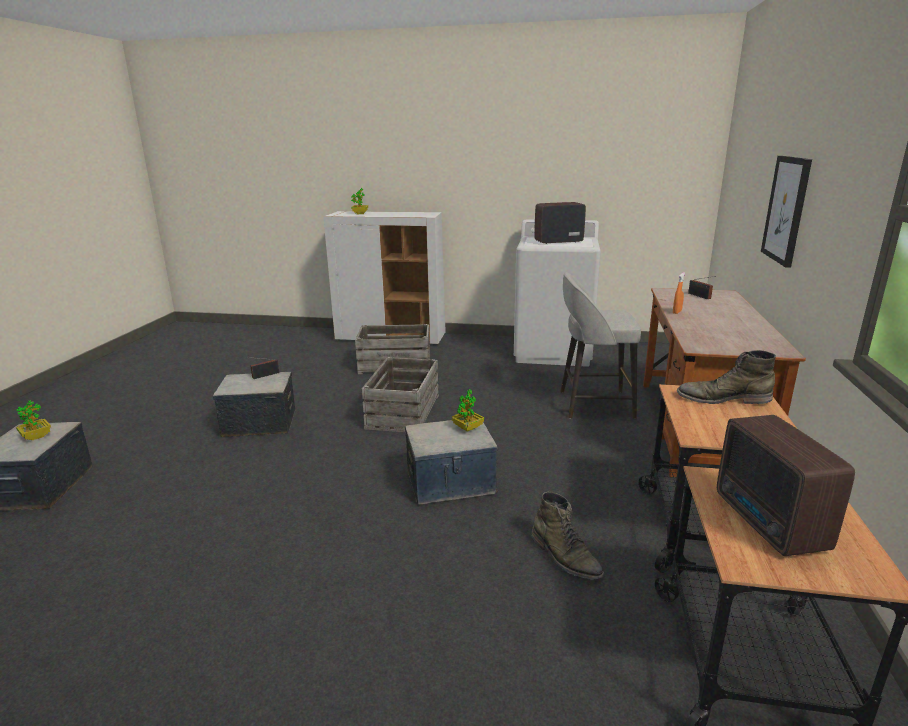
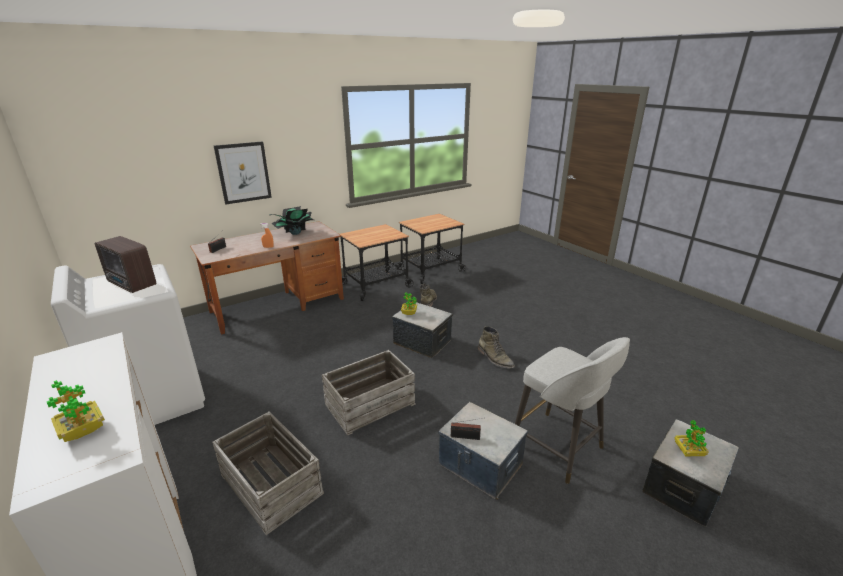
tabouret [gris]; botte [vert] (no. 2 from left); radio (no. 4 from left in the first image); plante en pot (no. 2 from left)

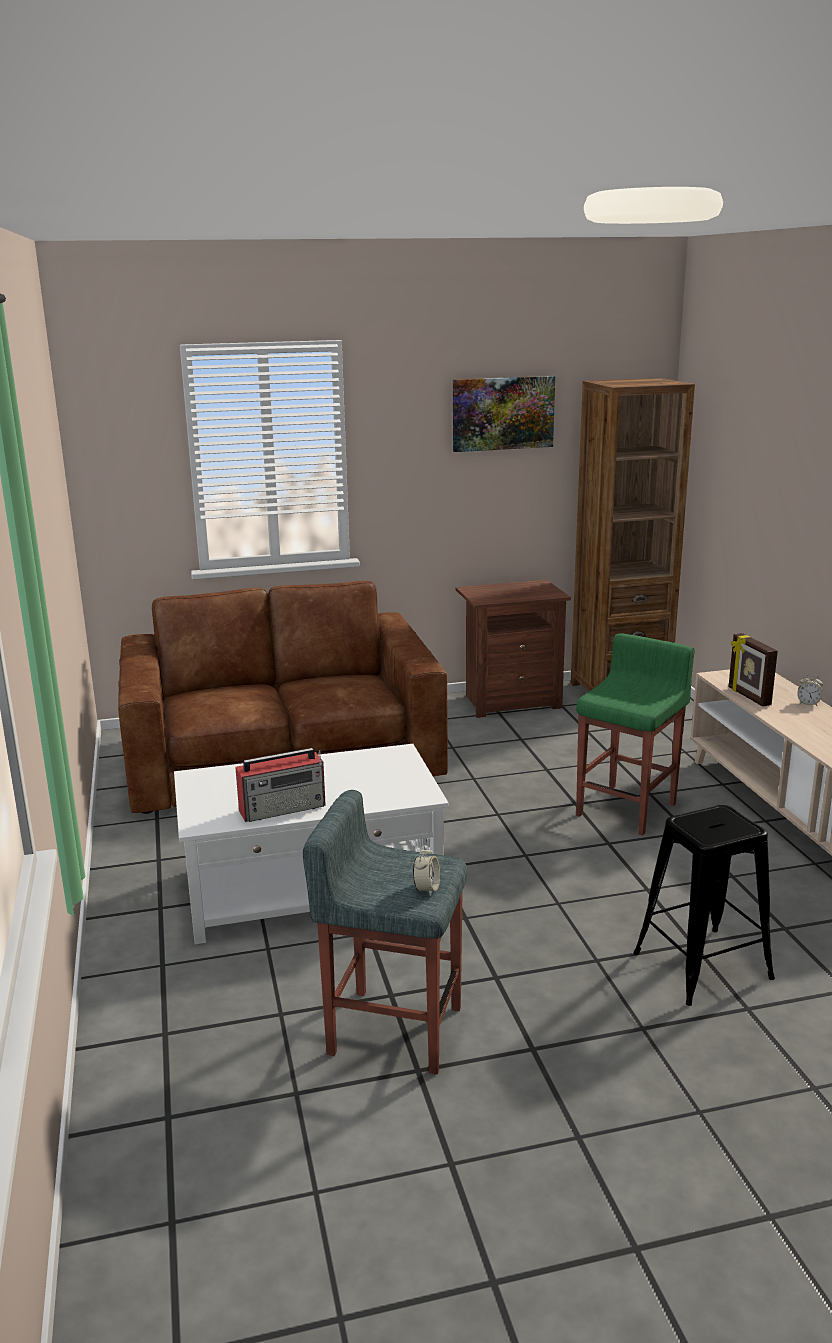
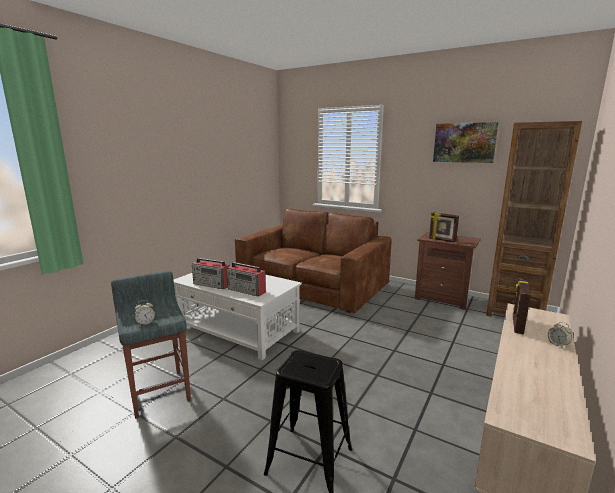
tabouret [vert]; radio (no. 2 from left); cadre photo (no. 1 from left)

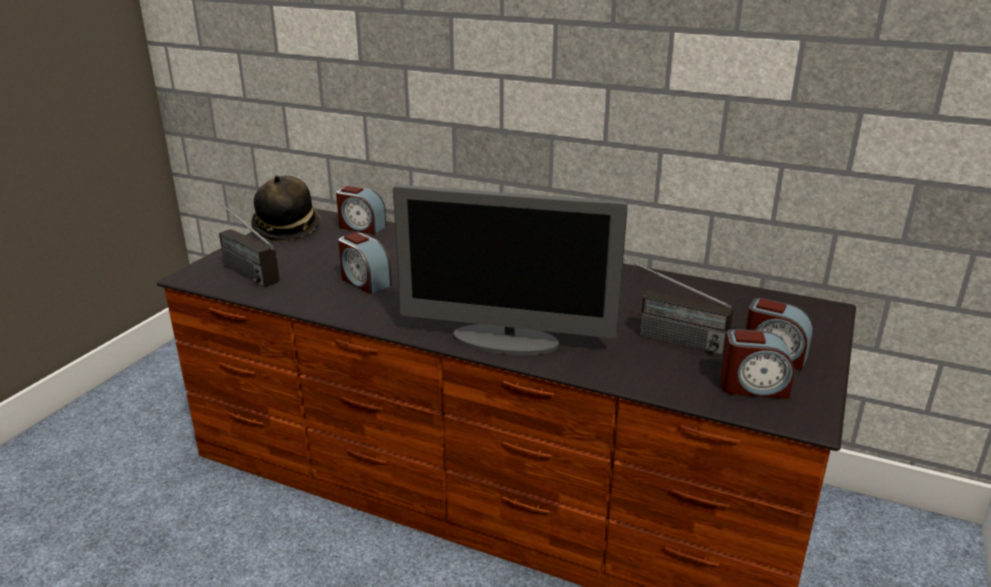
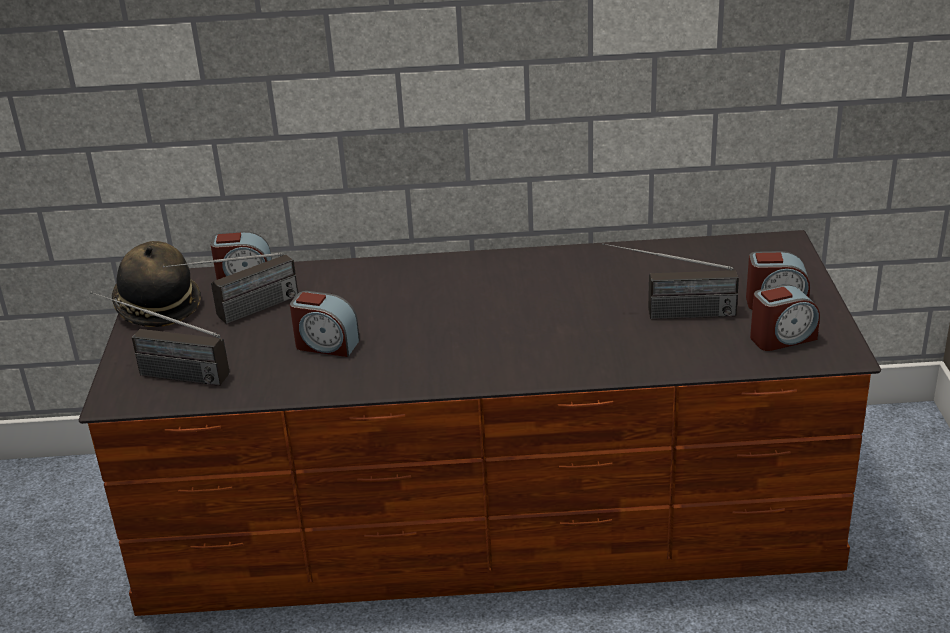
écran d'ordinateur; radio (no. 2 from left)

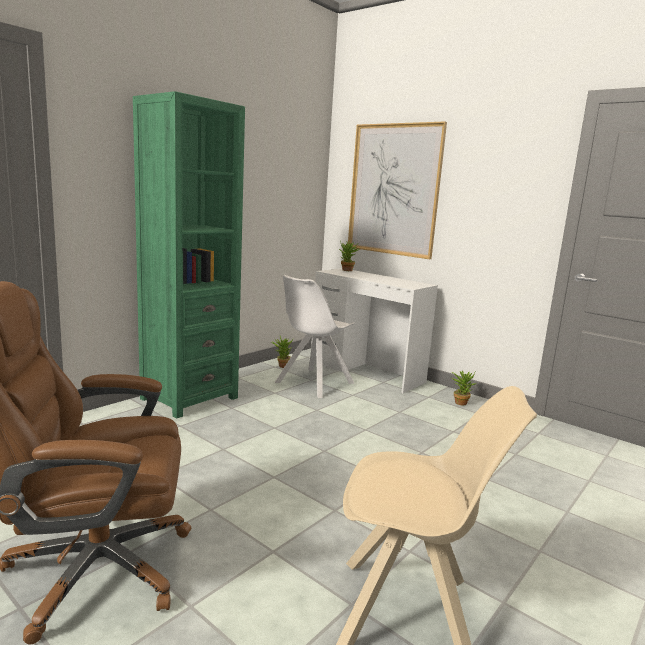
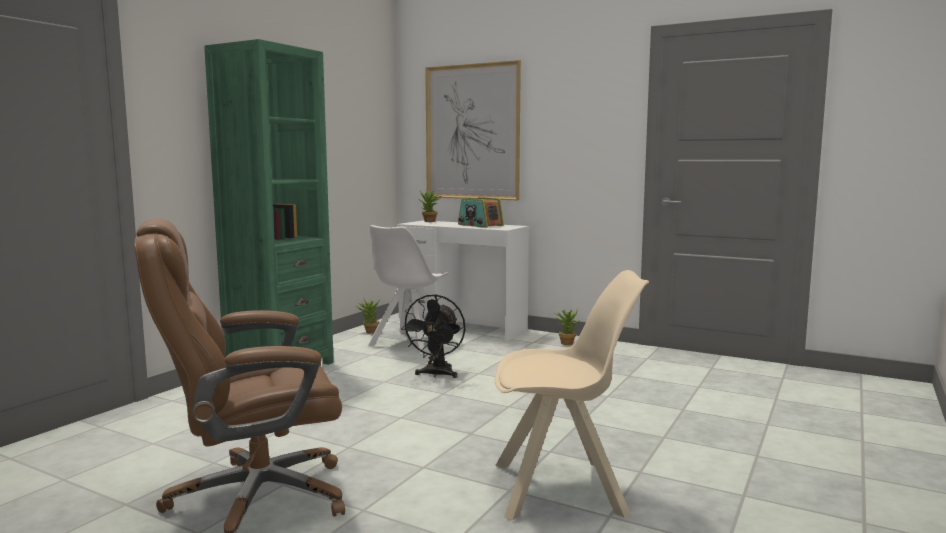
ventilateur [noir]; radio

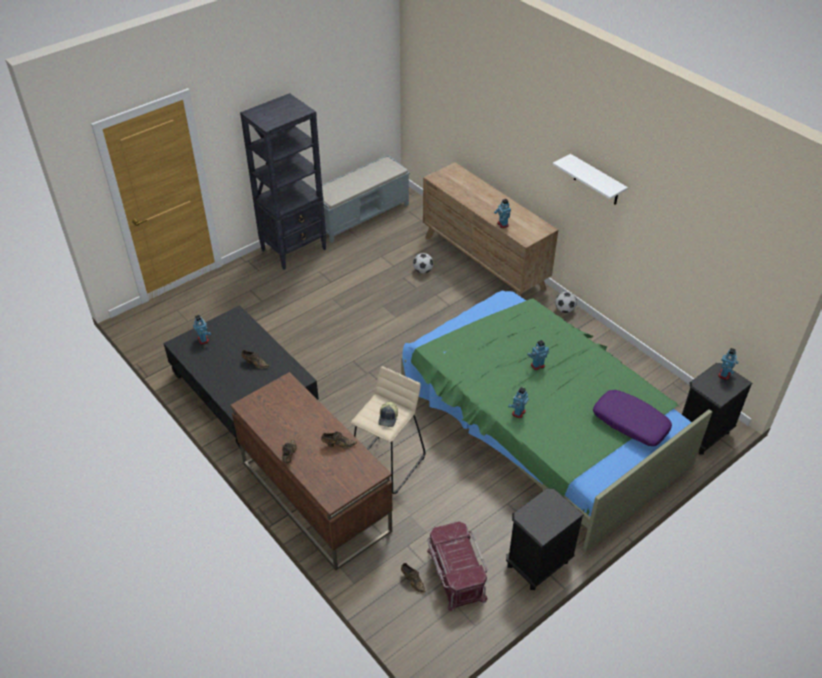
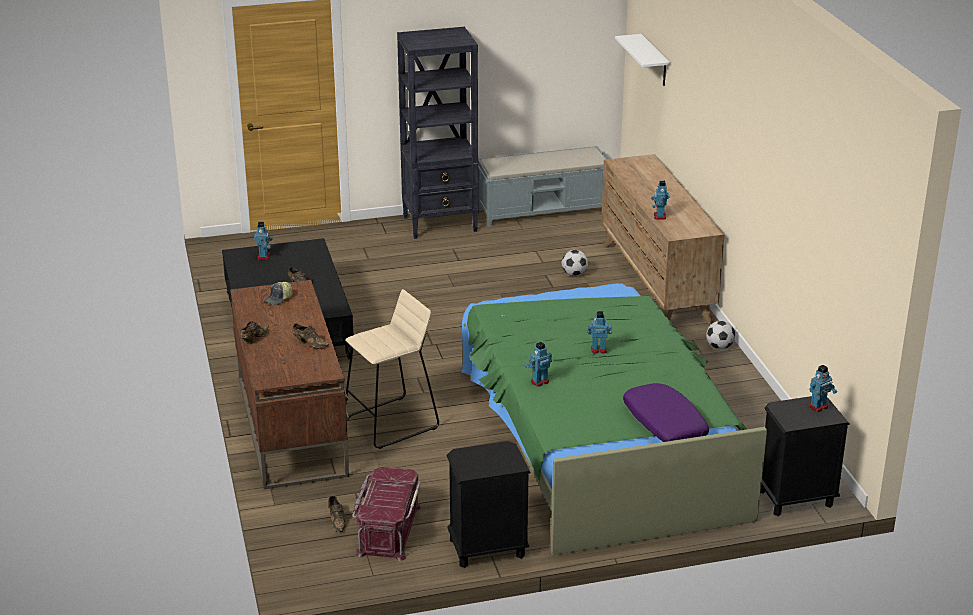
casquette; étagère [blanc]

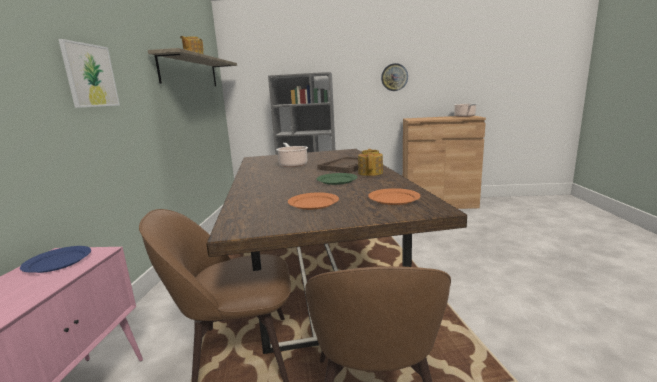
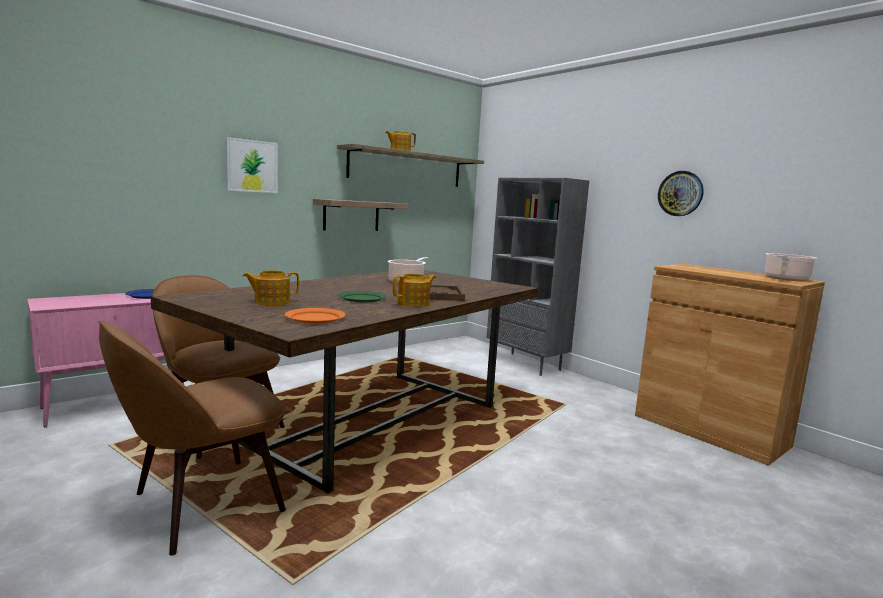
théière (no. 1 from left); étagère (no. 1 from left)

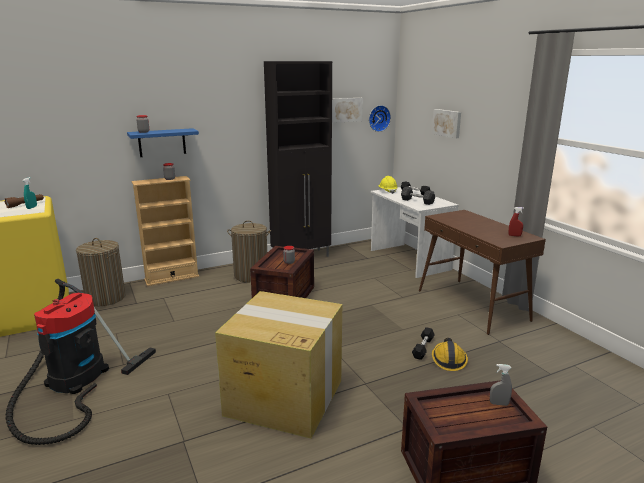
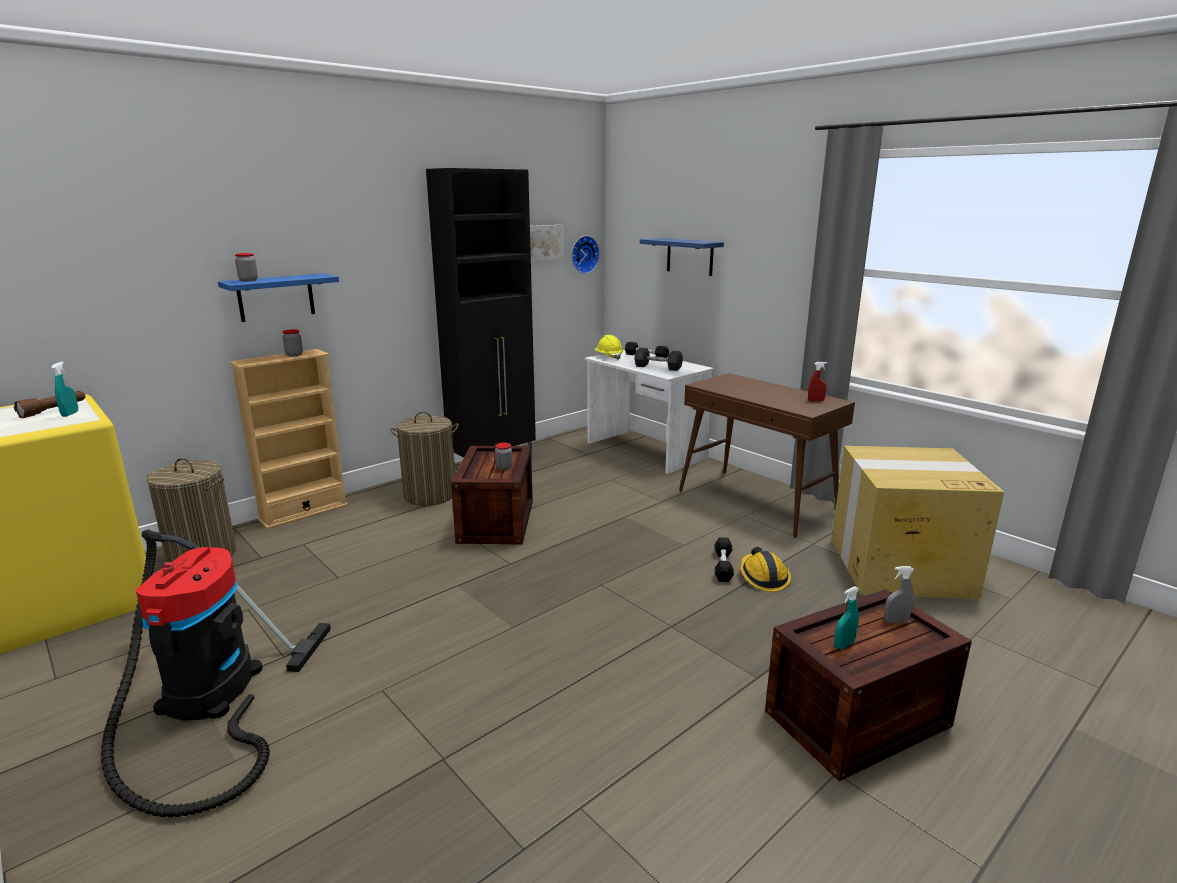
carton; étagère [bleu] (no. 2 from left); vaporisateur [turquoise] (no. 2 from left)

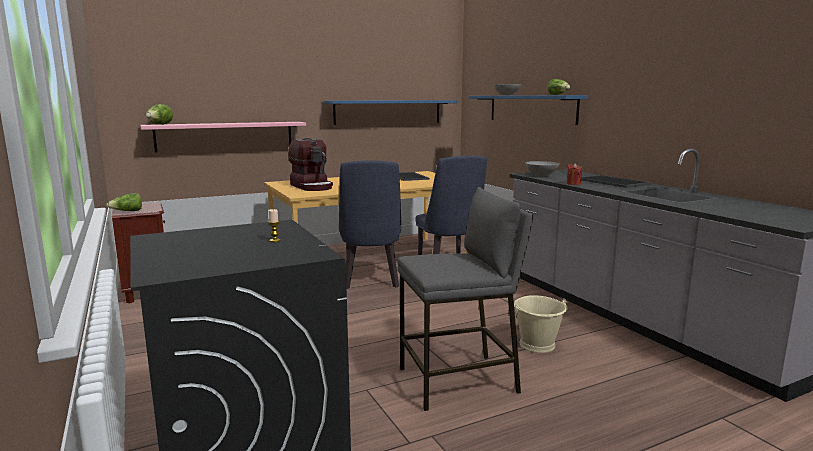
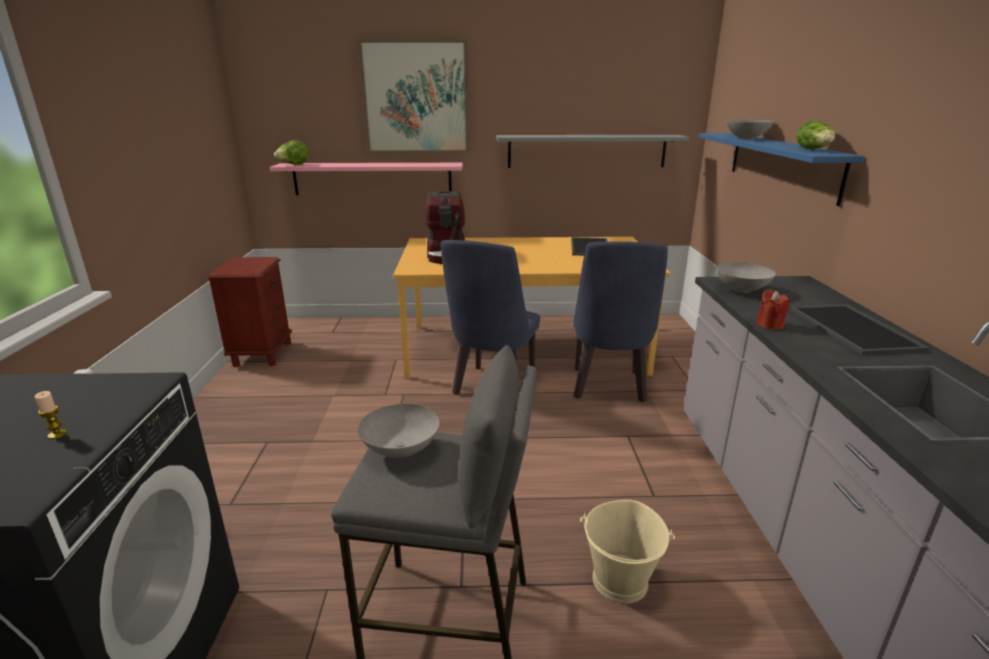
laitue (no. 1 from left in the first image); étagère [gris]; tableau; bol [gris] (no. 1 from left)

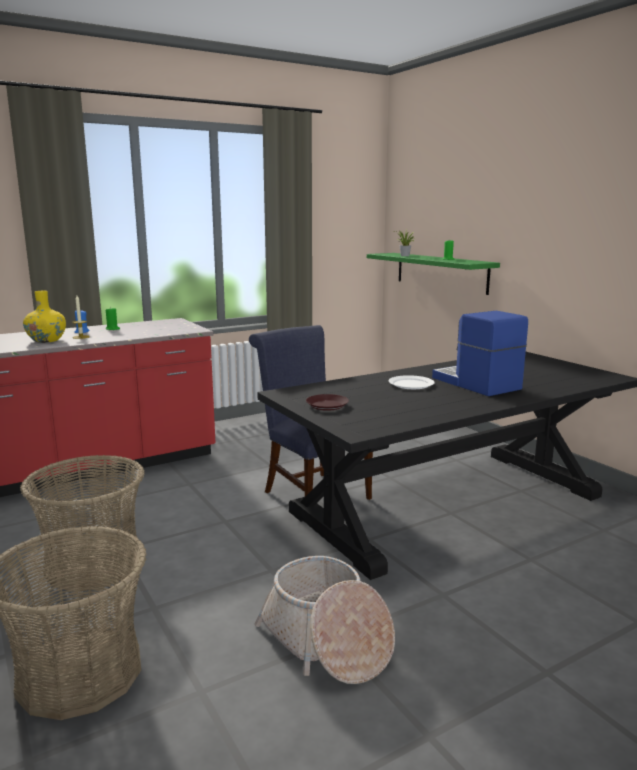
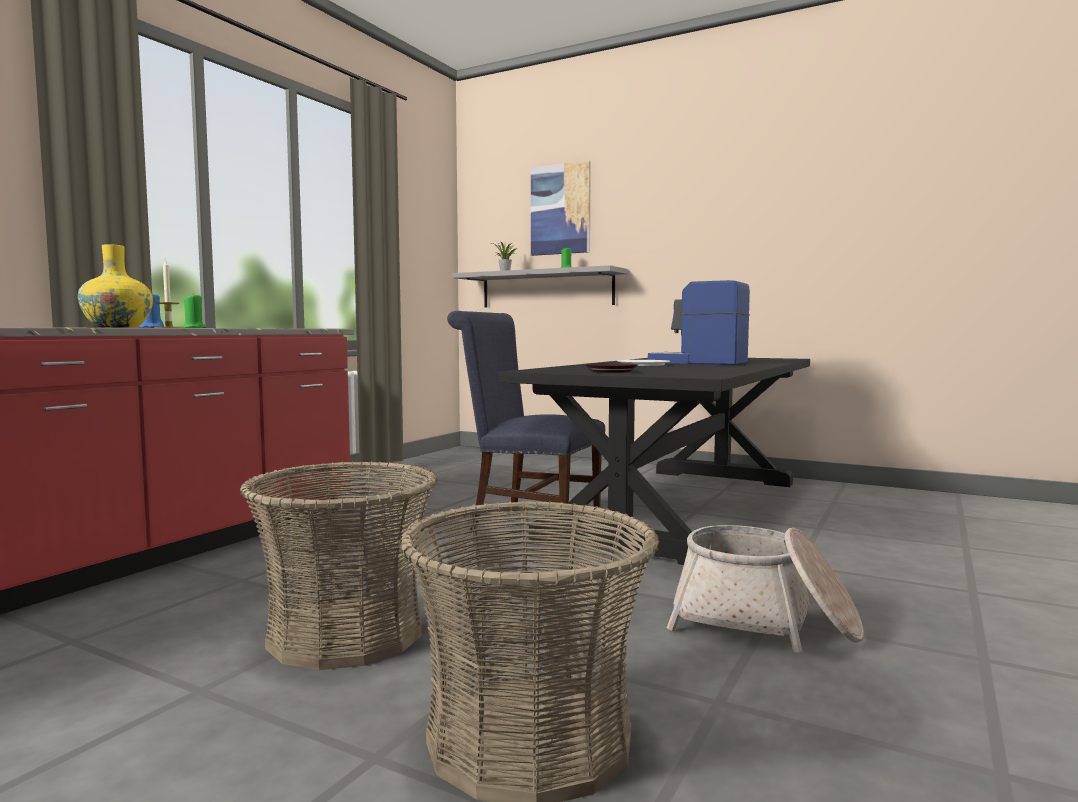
étagère [gris]; tableau

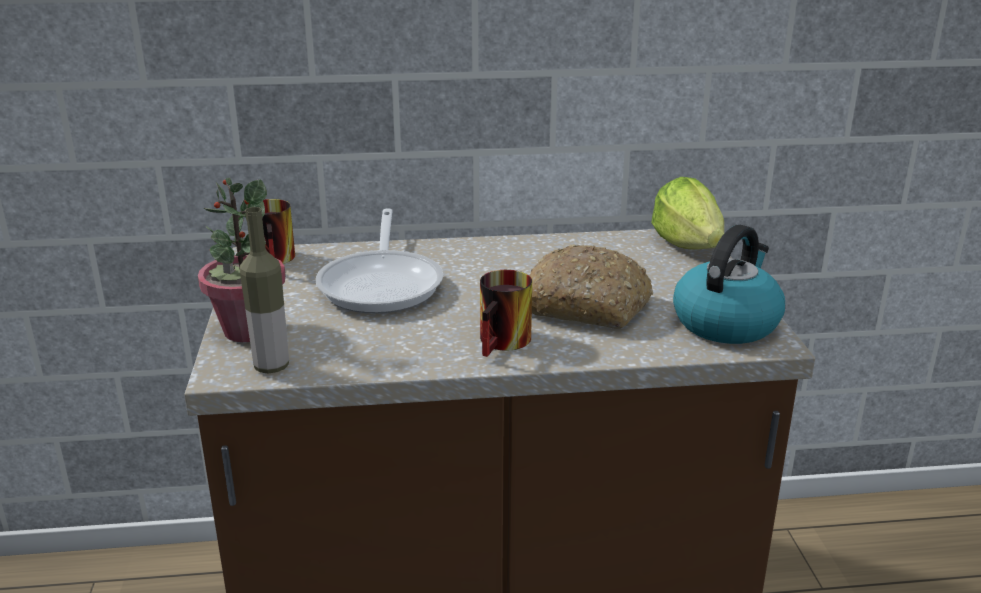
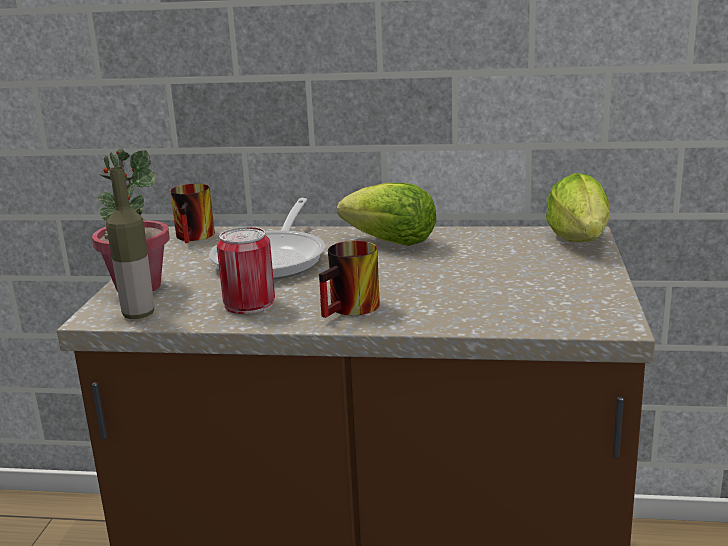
pain; bouilloire; boîte métallique; laitue (no. 1 from left)

